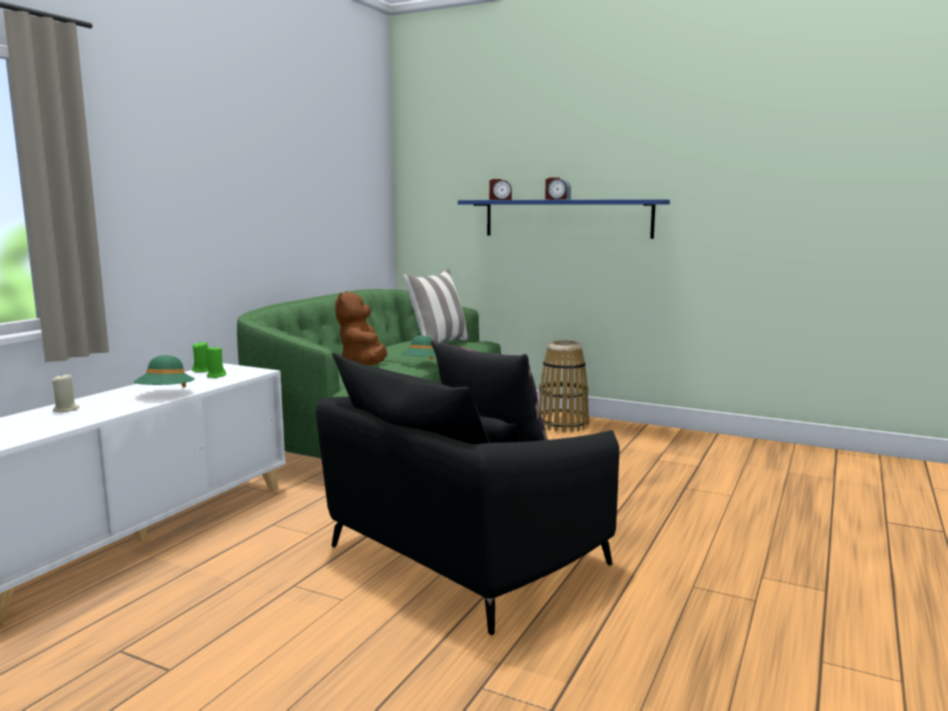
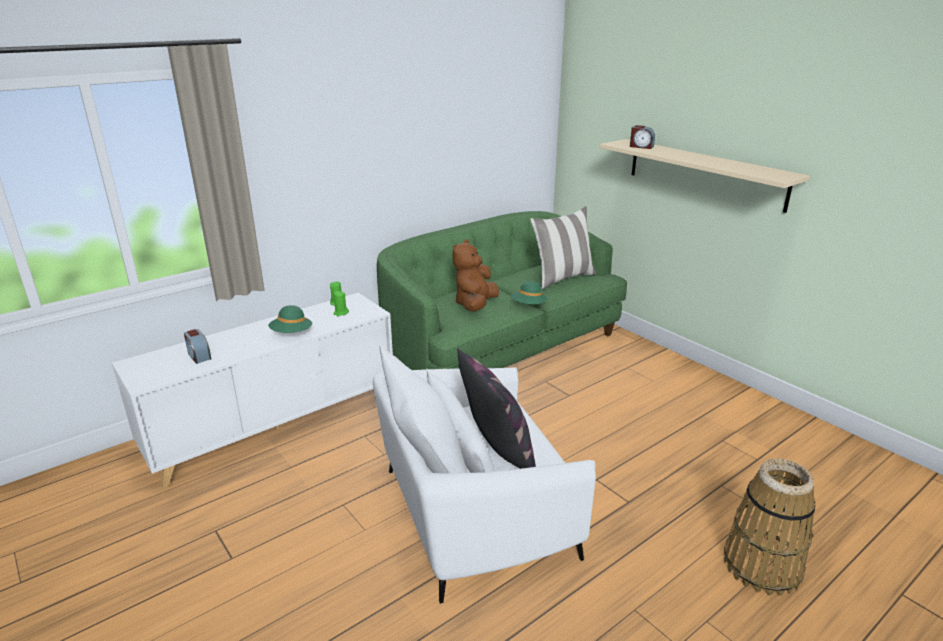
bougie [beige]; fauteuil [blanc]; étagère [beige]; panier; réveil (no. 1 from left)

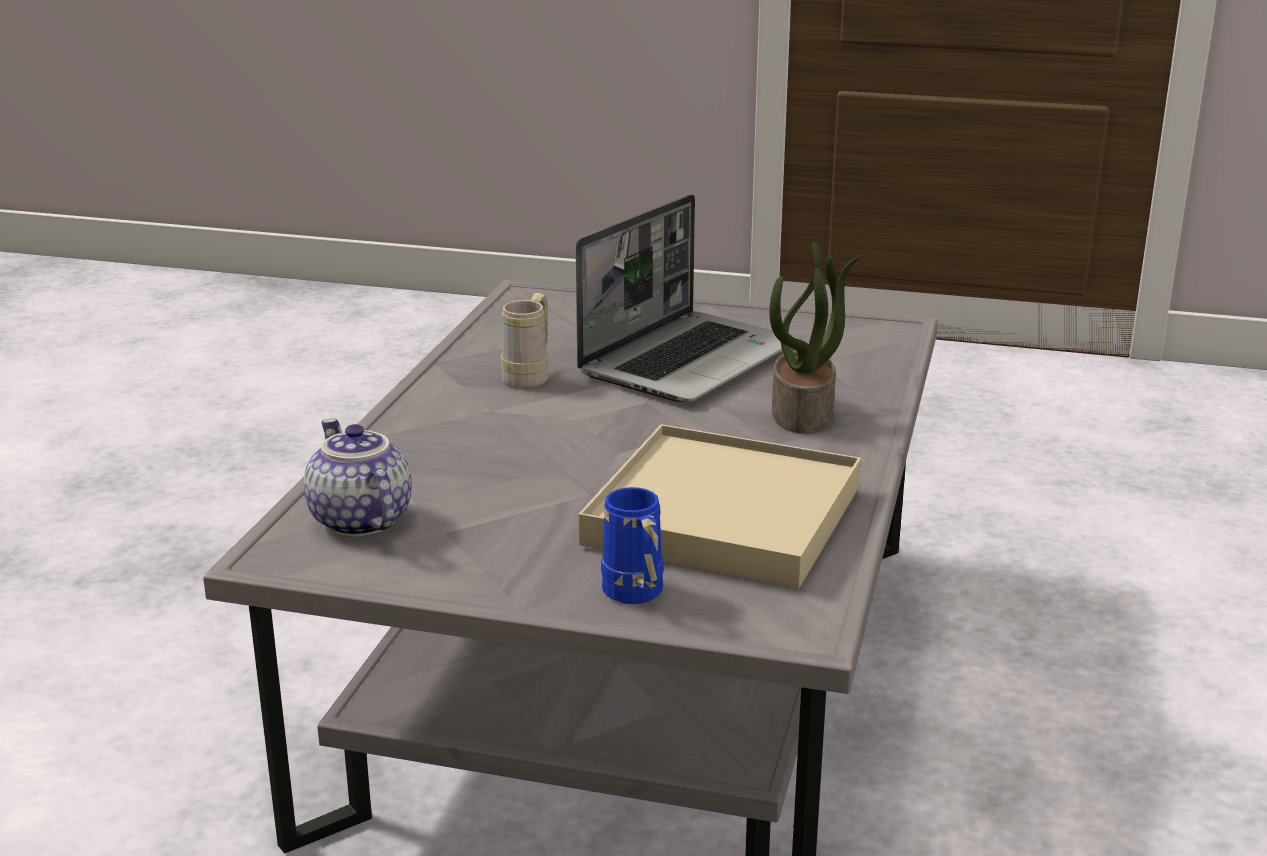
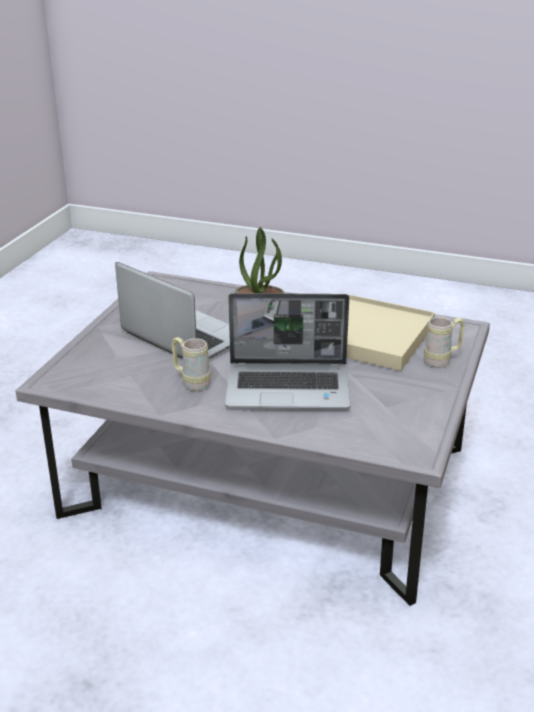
théière; mug [beige] (no. 2 from left); ordinateur portable (no. 2 from left)

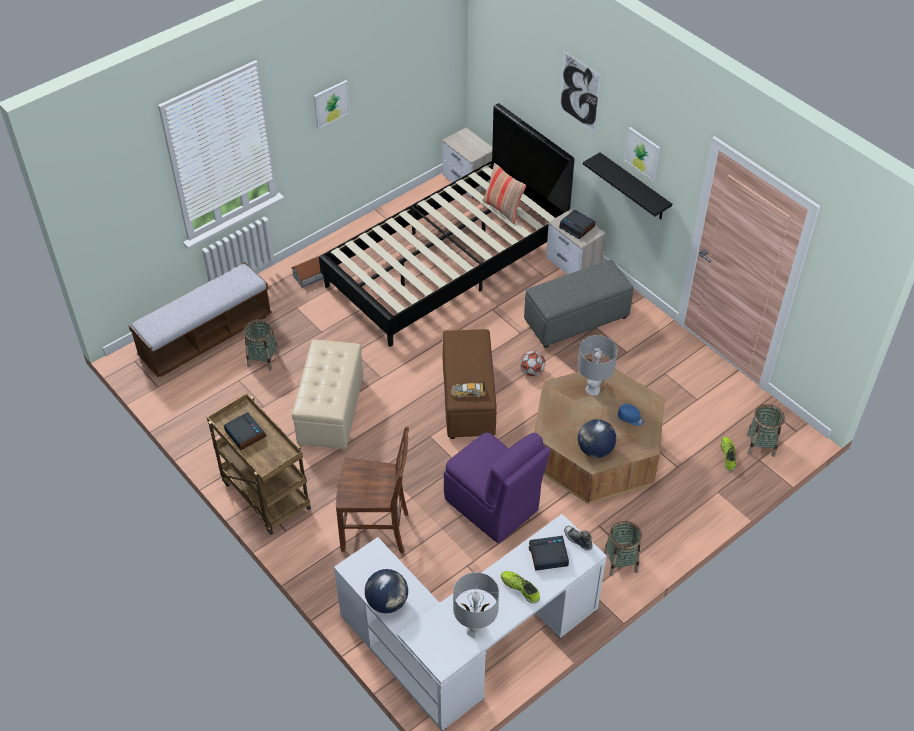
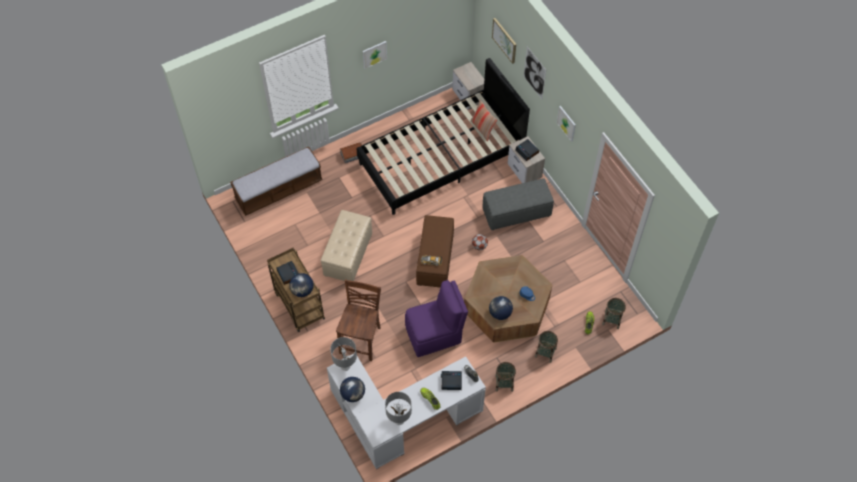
panier (no. 2 from left); chaise [marron]; chaise [violet]; lampe de table [gris] (no. 1 from left); étagère [noir]; globe (no. 1 from left); tableau (no. 2 from left)

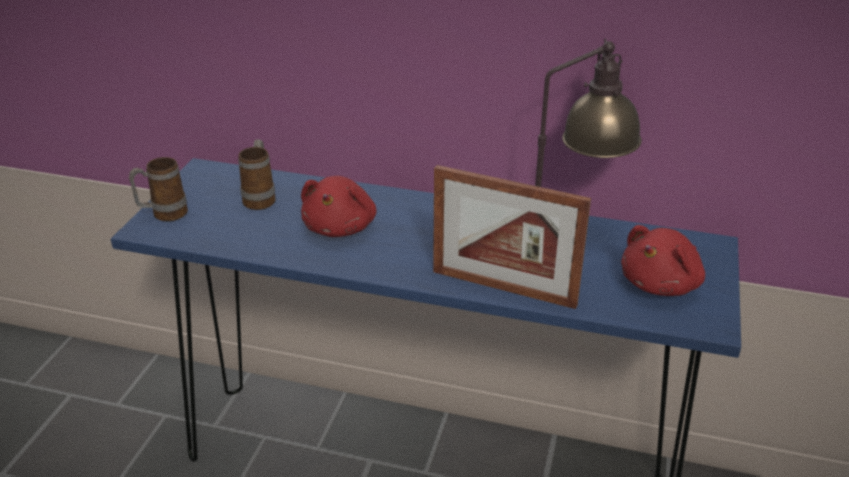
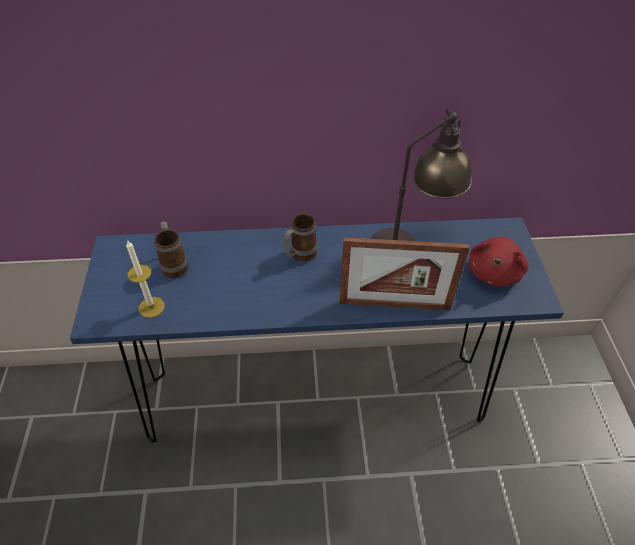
mug (no. 2 from left); peluche [rouge] (no. 1 from left in the first image); bougie

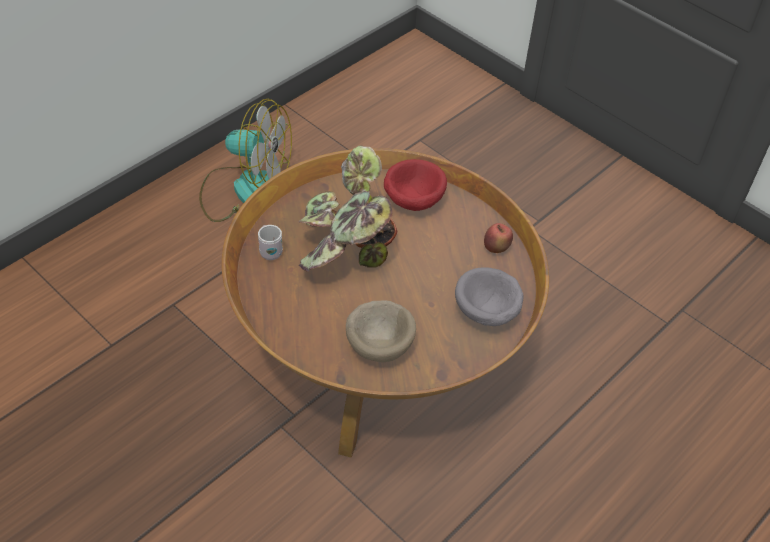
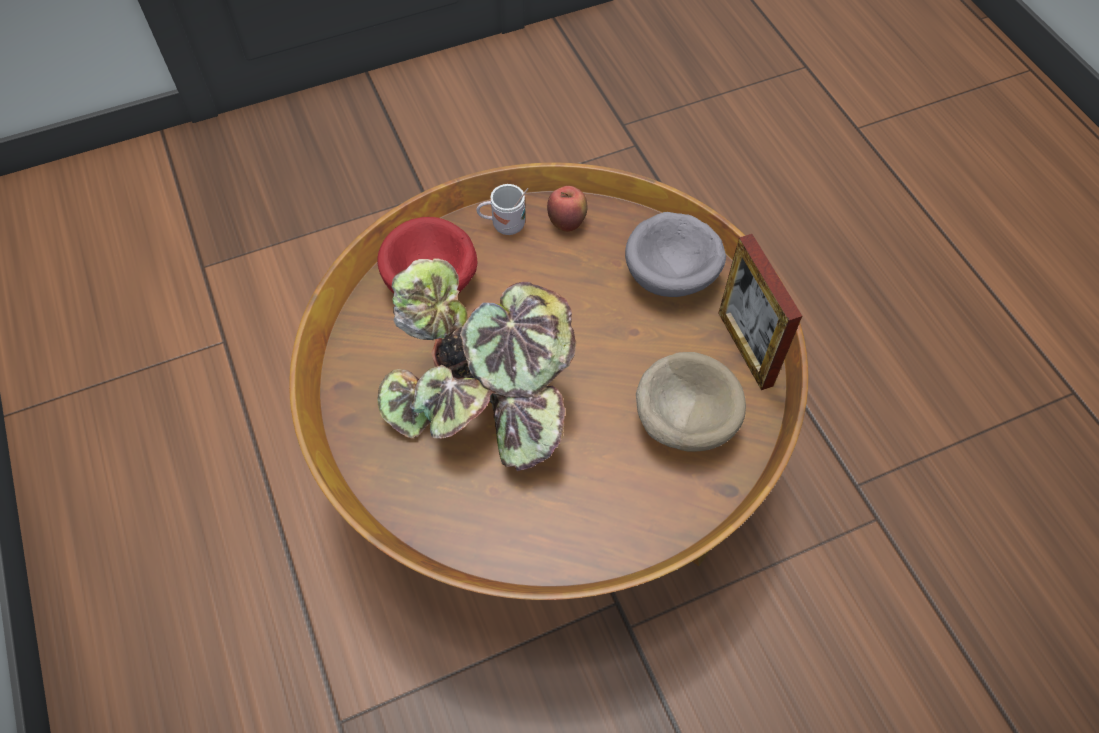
ventilateur; mug [blanc]; cadre photo

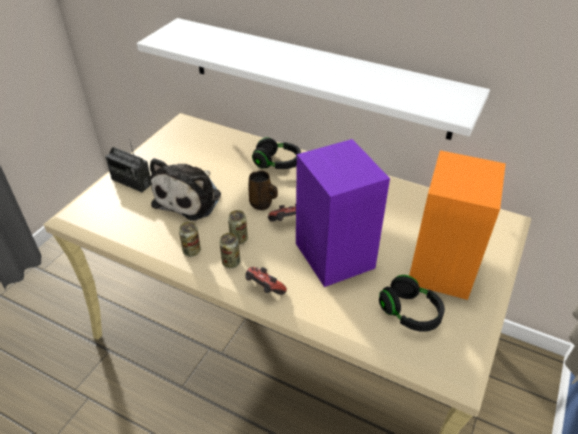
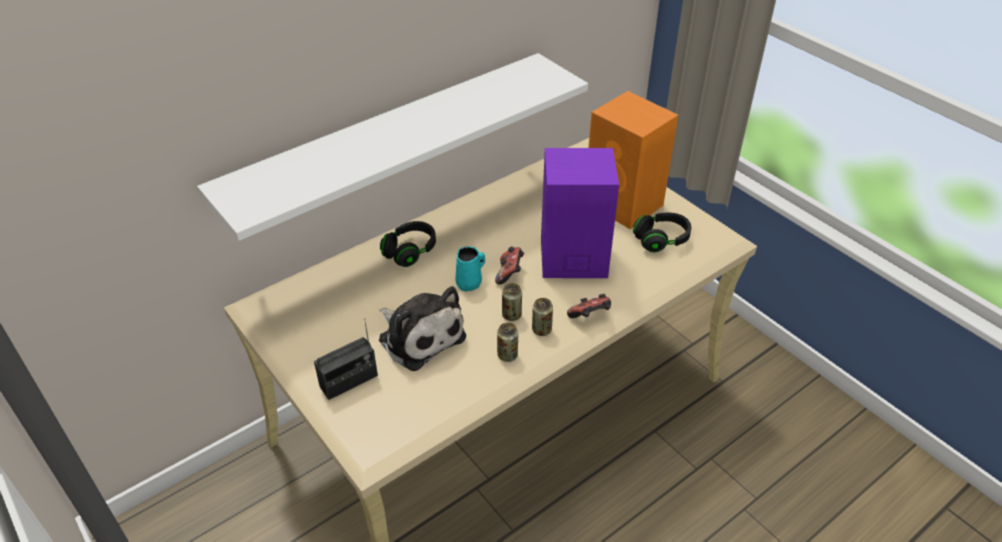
mug [turquoise]

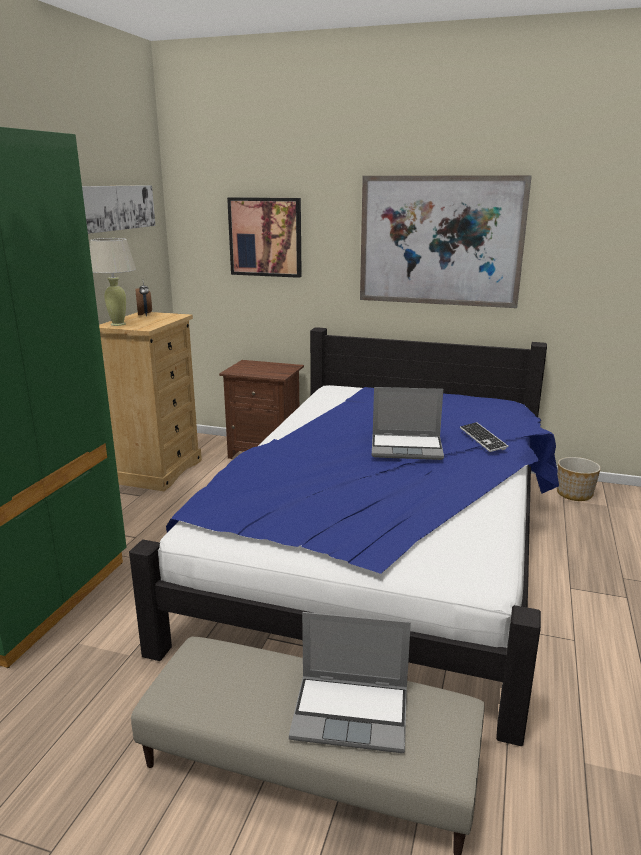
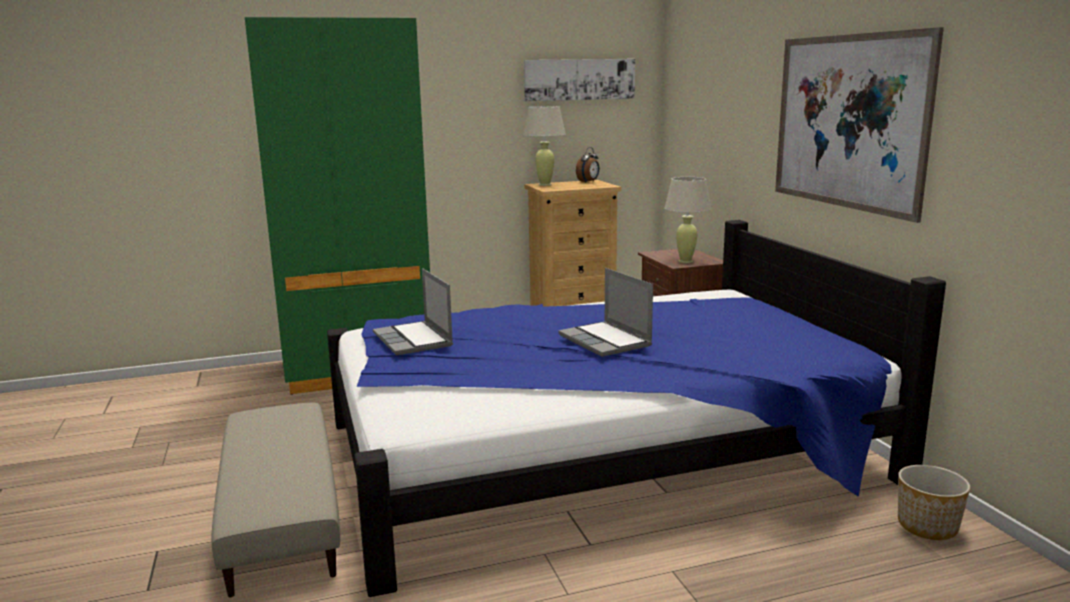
tableau (no. 2 from left in the first image); ordinateur portable (no. 1 from left); clavier; lampe de table [beige] (no. 2 from left)

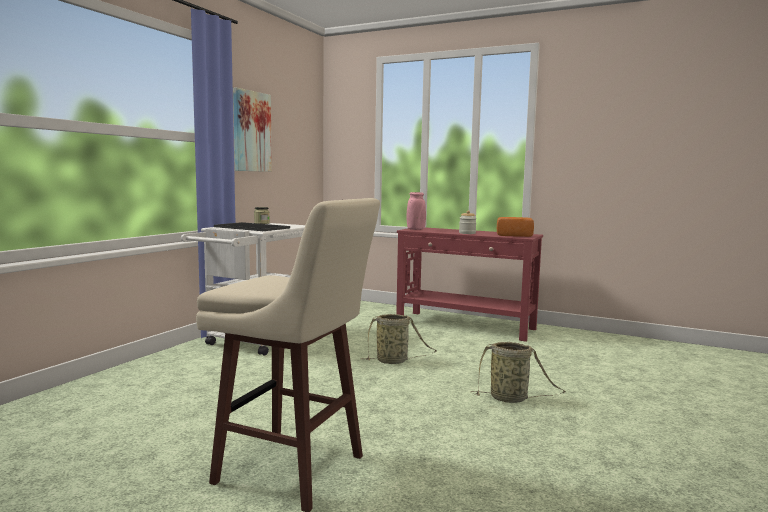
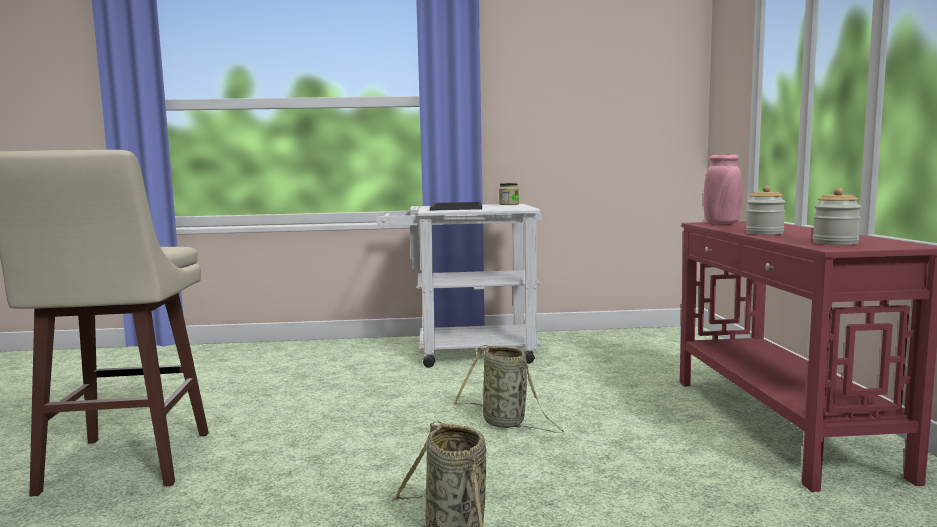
tableau; bocal (no. 3 from left)

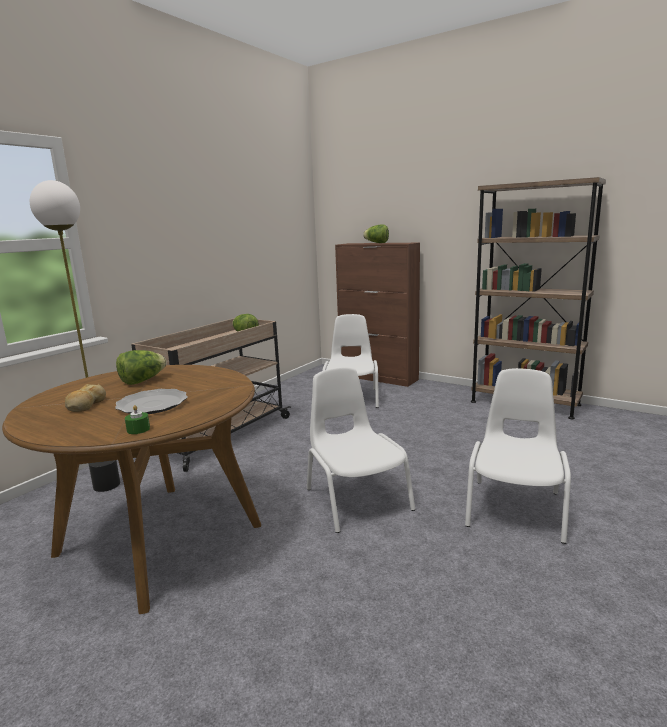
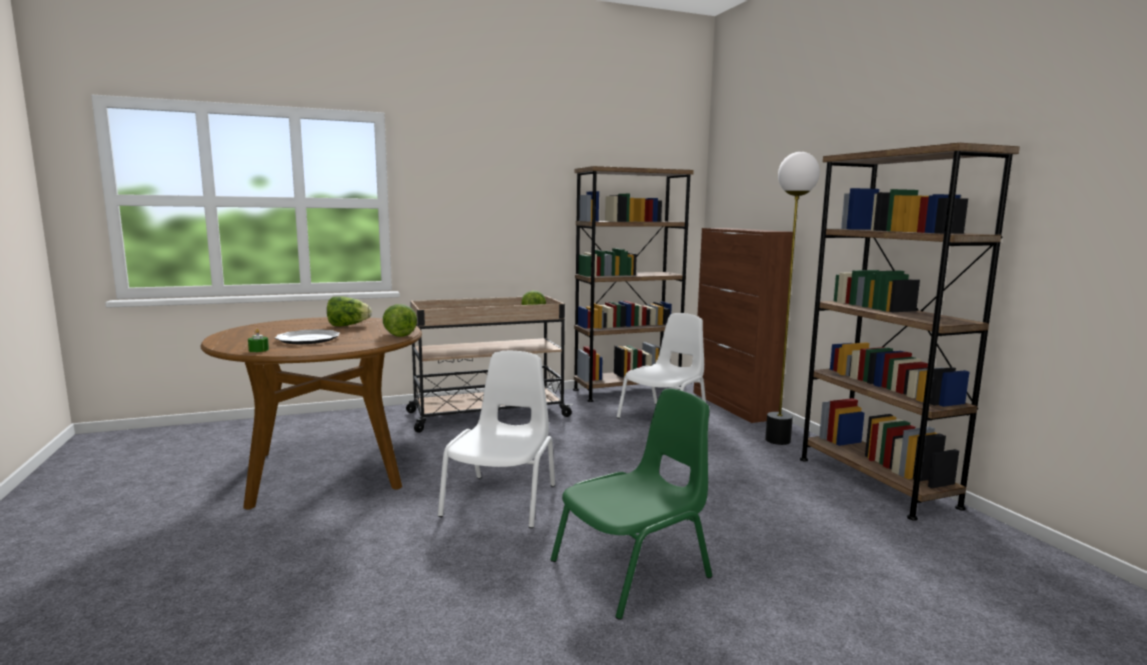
lampadaire; pain; laitue (no. 2 from left); chaise [vert]; bibliothèque [marron] (no. 1 from left)

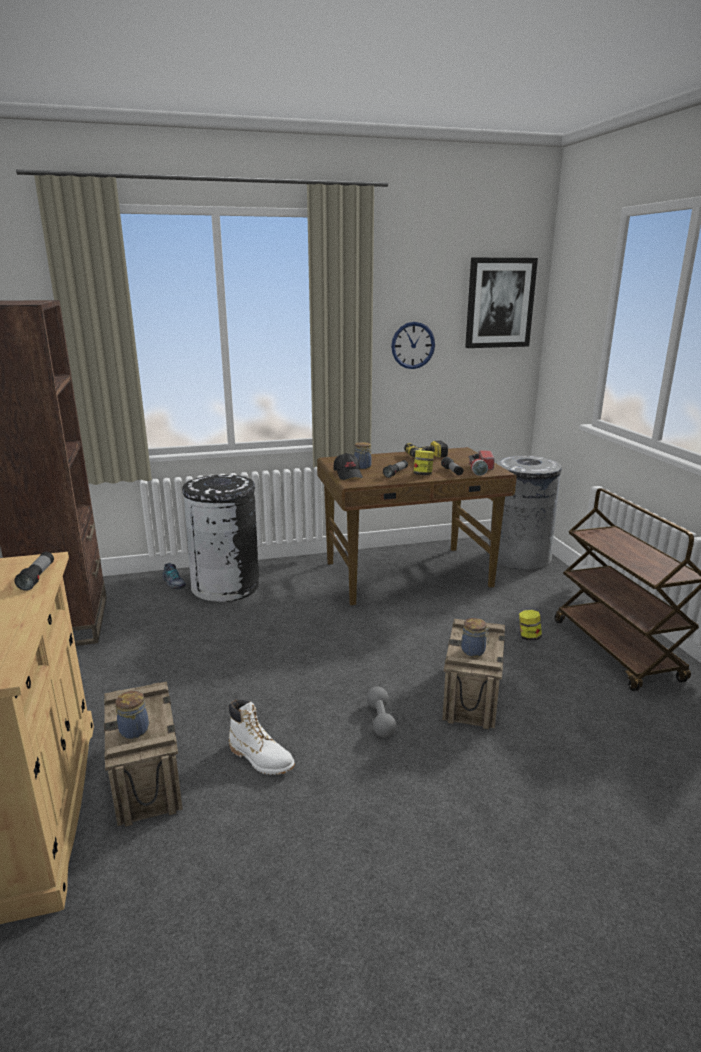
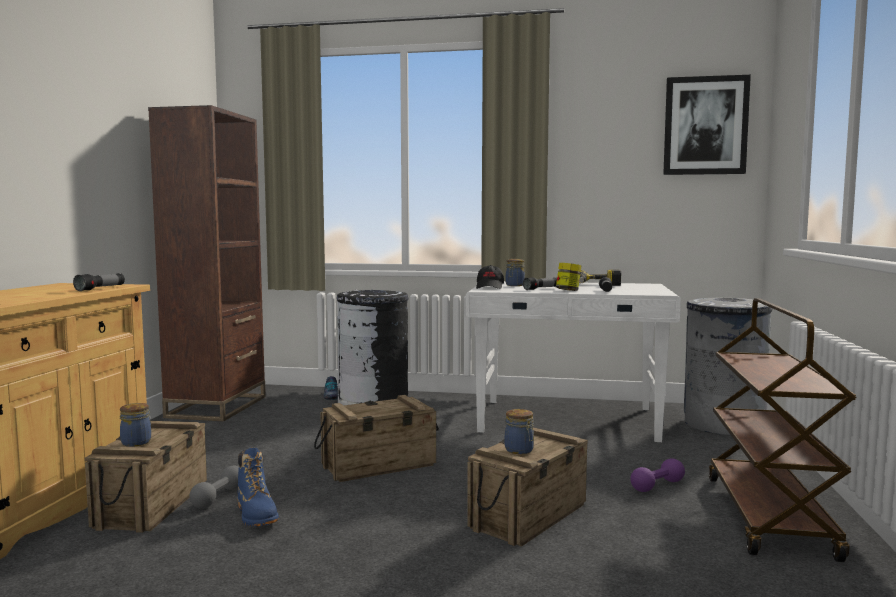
botte [bleu]; bureau [blanc]; haltère [gris]; horloge murale; lampe de poche (no. 4 from left in the first image); haltère [violet]; caisse (no. 2 from left)

